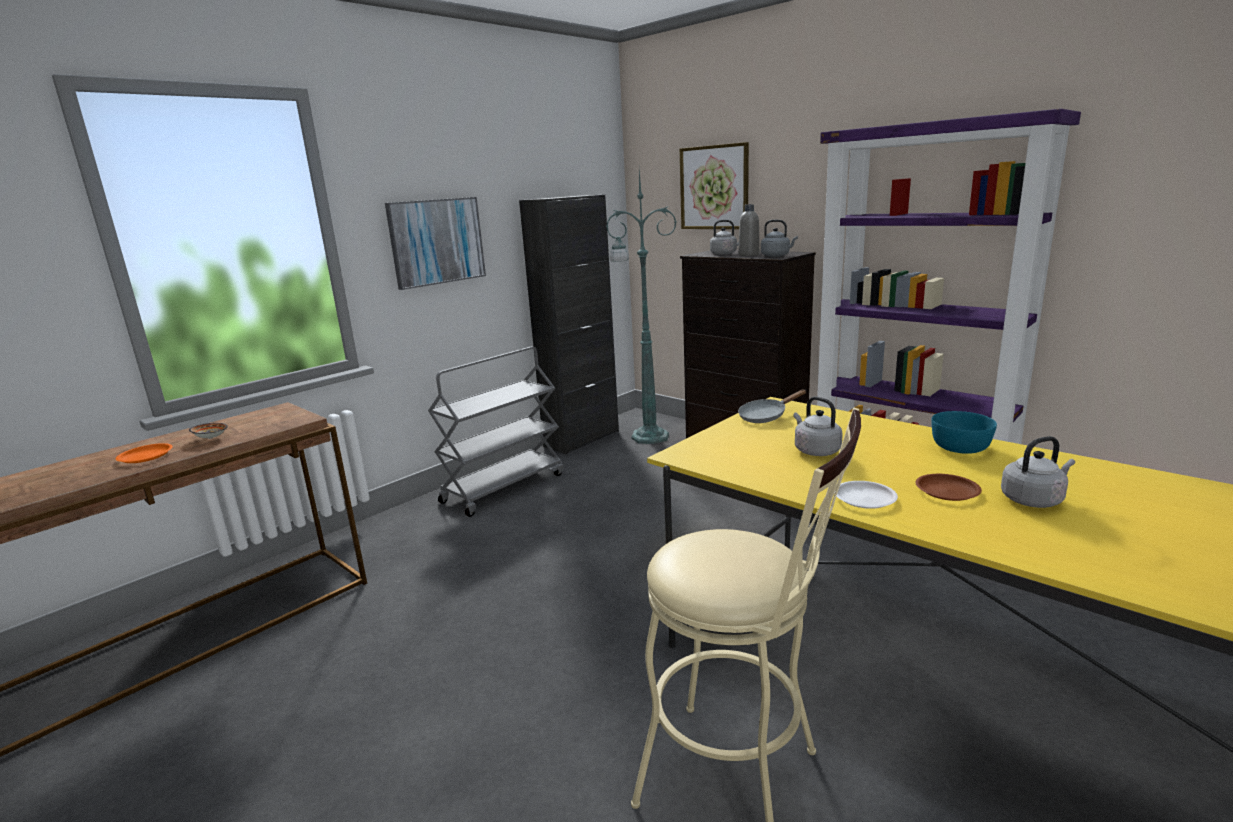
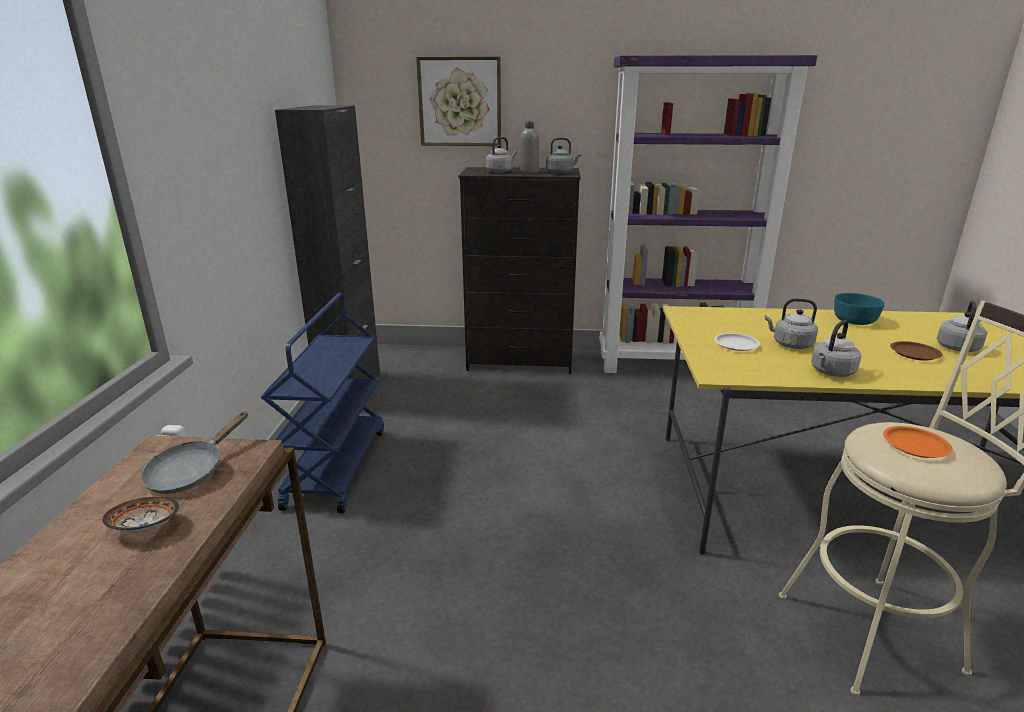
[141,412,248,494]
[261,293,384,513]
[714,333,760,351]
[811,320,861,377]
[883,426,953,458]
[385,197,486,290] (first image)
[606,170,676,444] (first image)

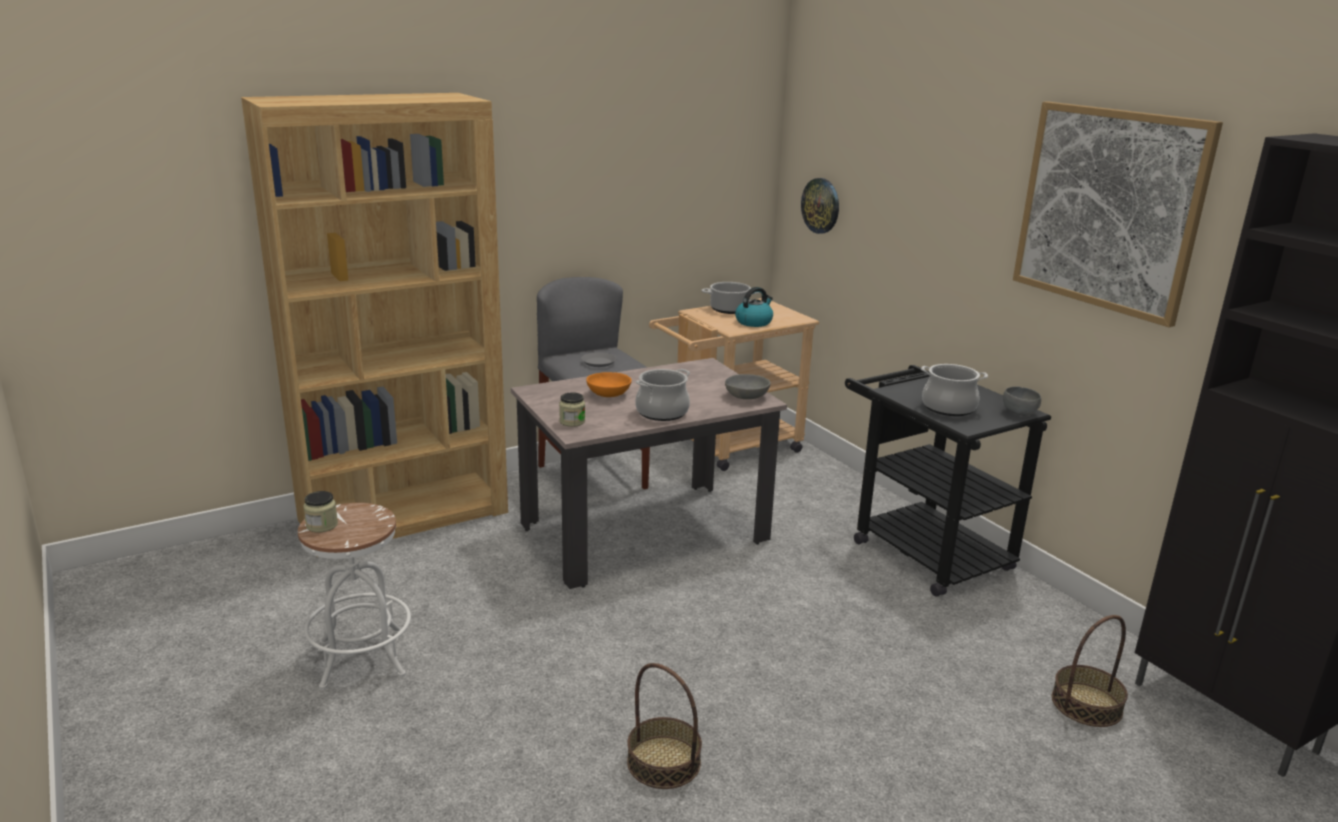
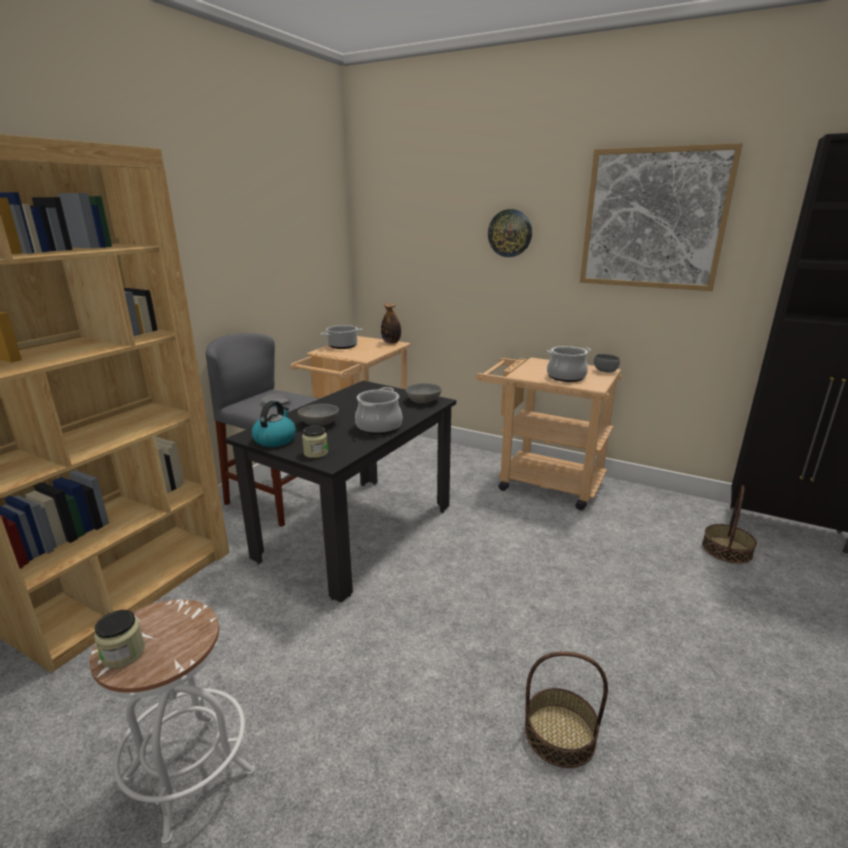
[225,381,456,603]
[251,401,296,447]
[298,404,339,426]
[381,303,401,344]
[475,357,622,510]
[488,209,532,257]

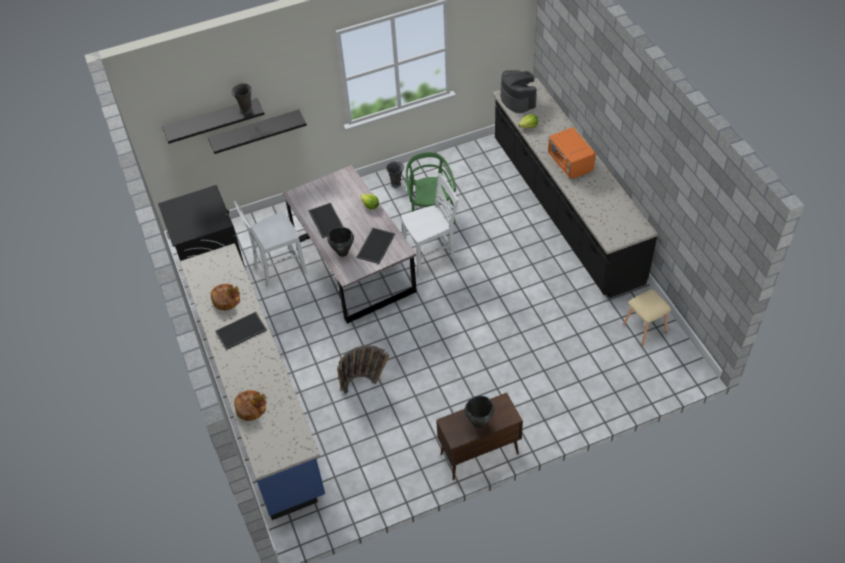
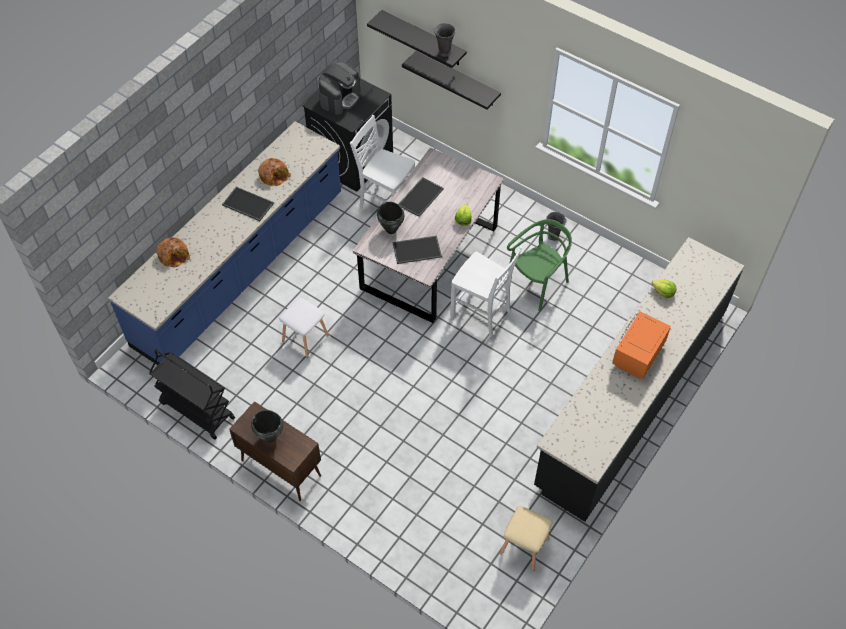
[149,350,235,440]
[279,298,329,358]
[319,61,360,115]

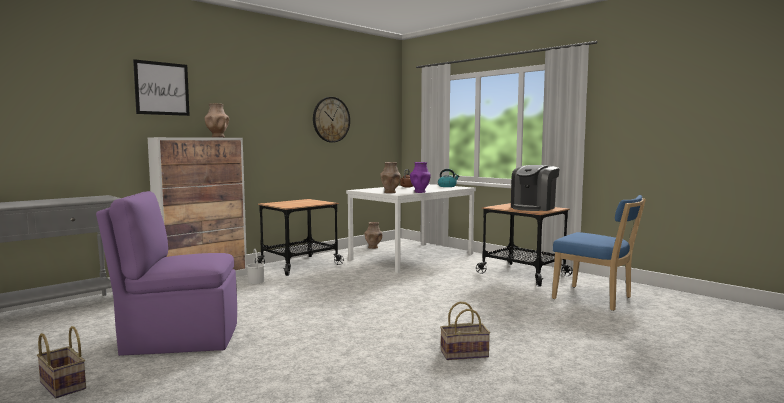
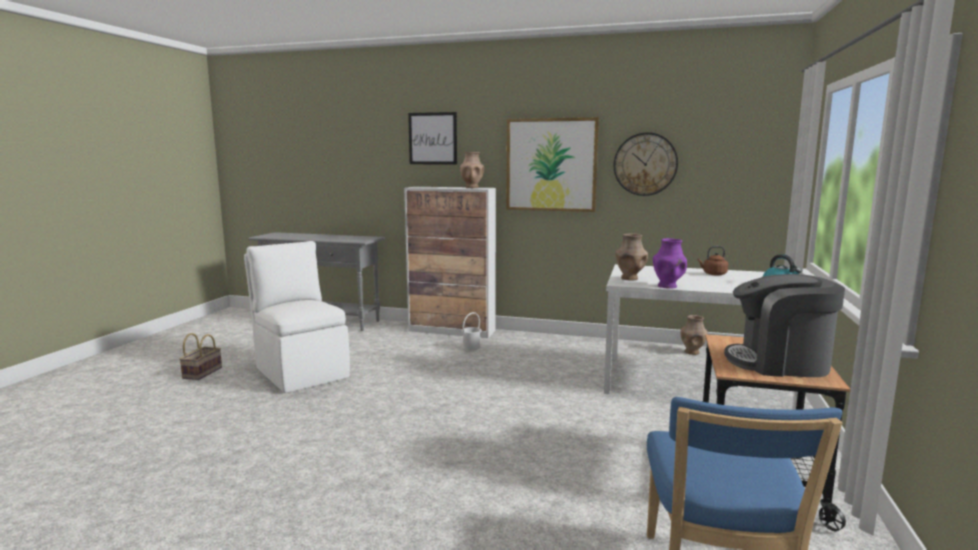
[244,241,350,393]
[506,117,599,212]
[255,199,344,276] (first image)
[440,302,490,360] (first image)

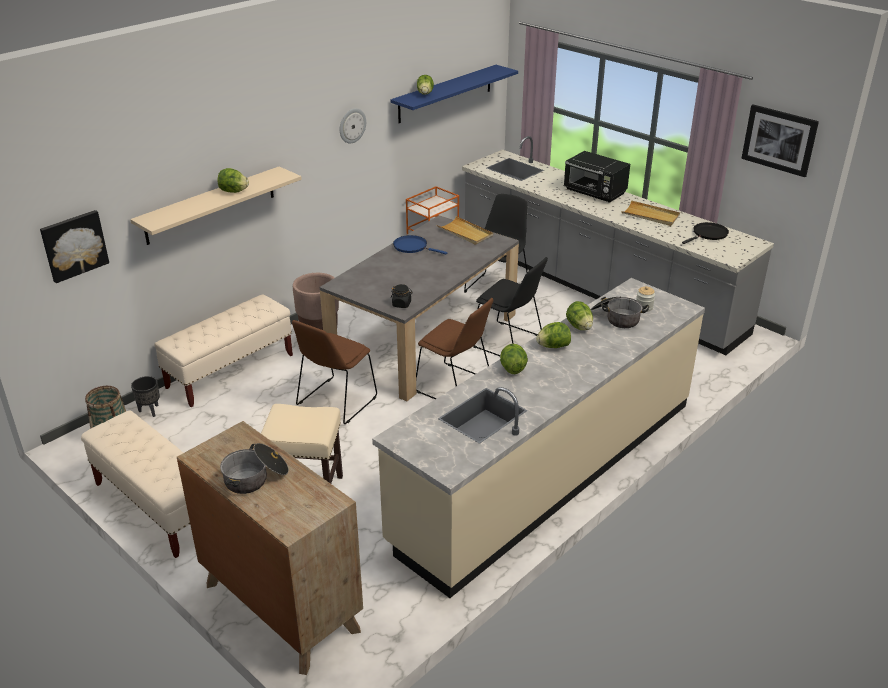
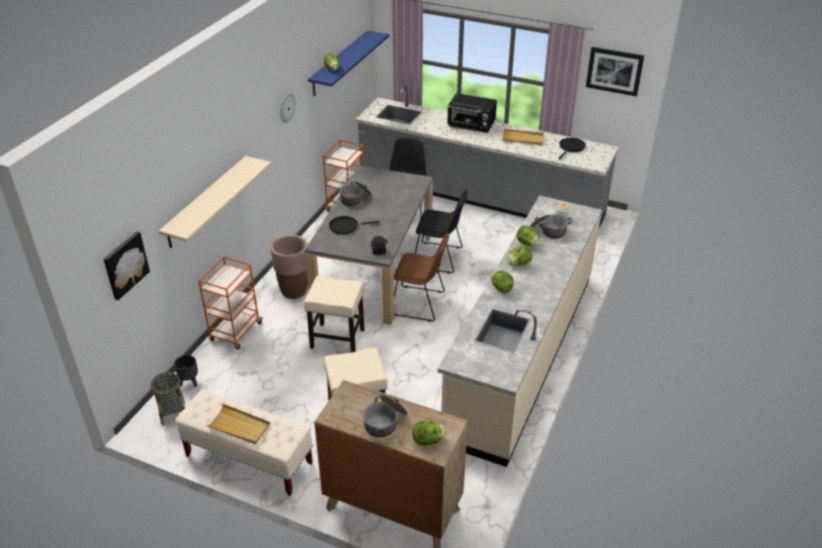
[198,256,263,349]
[205,404,270,444]
[304,276,365,353]
[329,216,379,234]
[339,181,372,206]
[412,420,446,446]

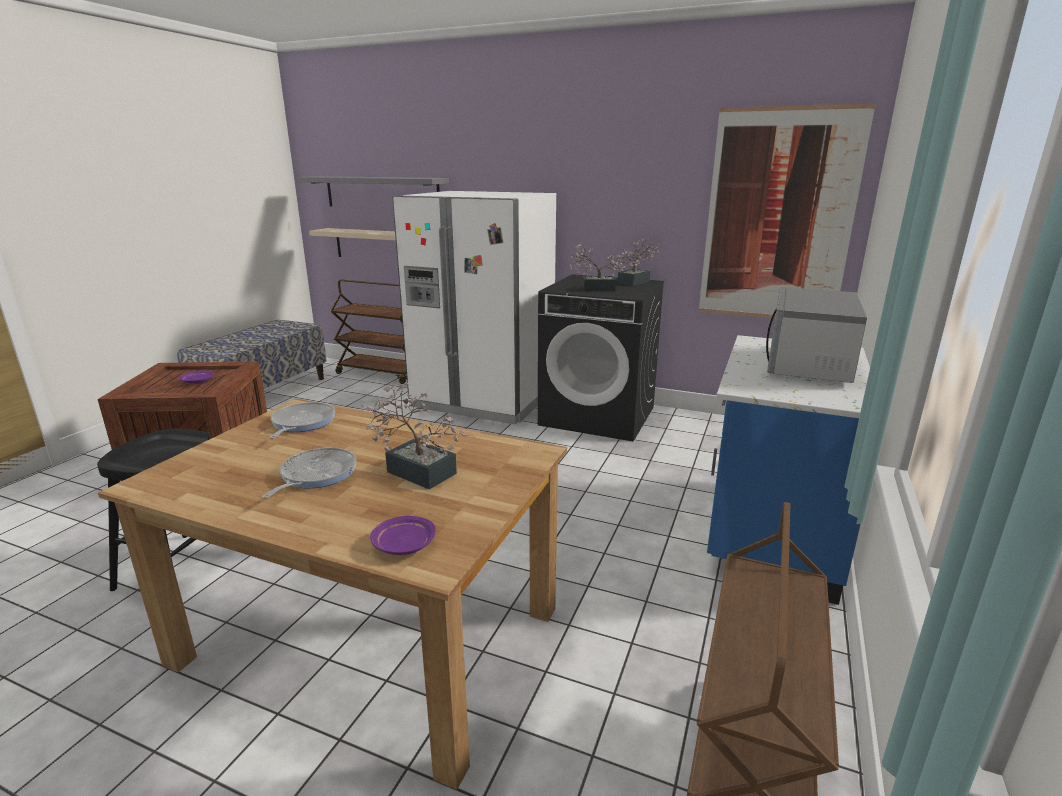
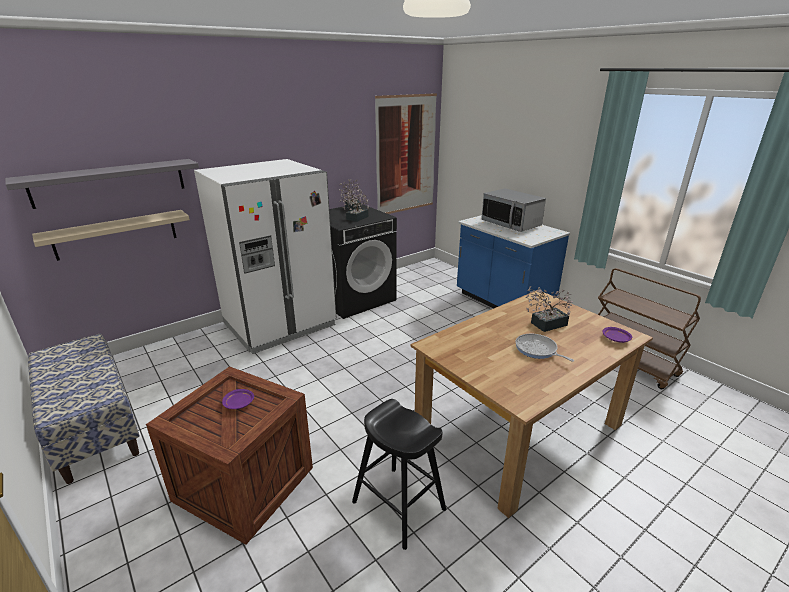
[270,402,335,439] (first image)
[331,280,407,384] (first image)

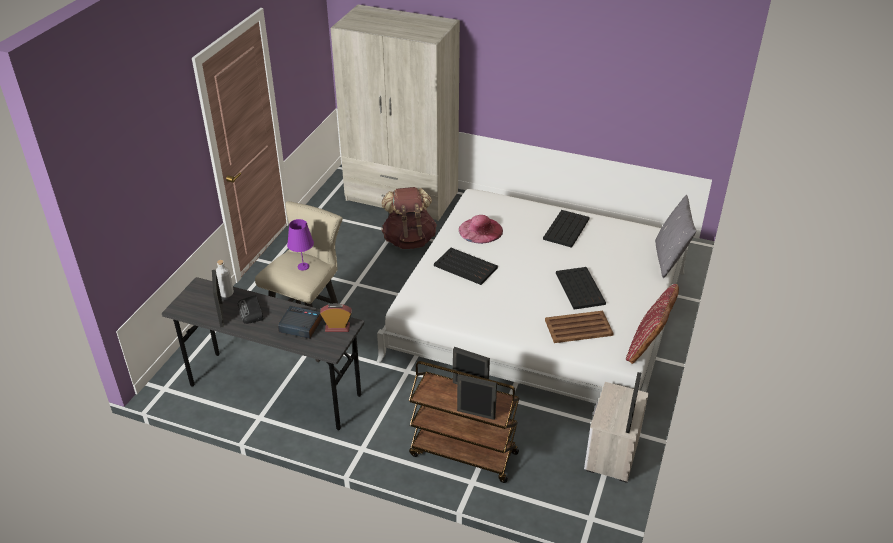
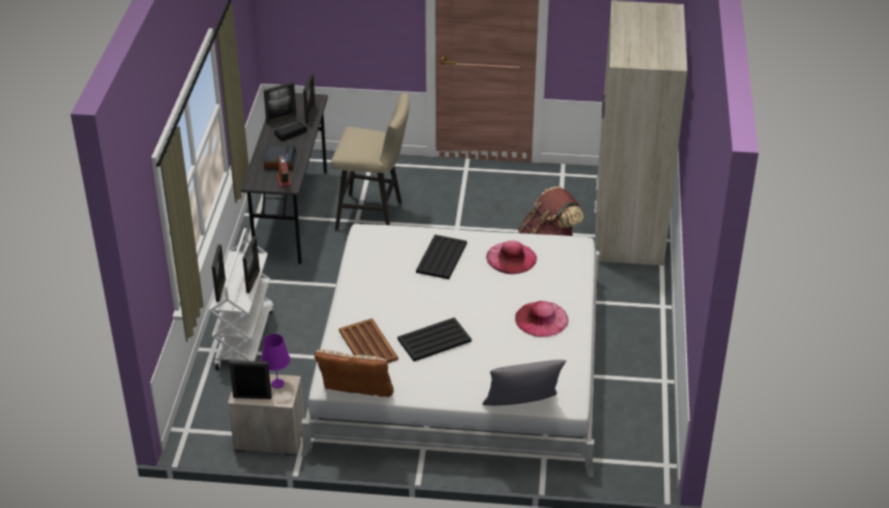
[209,228,273,370]
[261,334,290,389]
[303,74,315,124]
[314,349,394,397]
[515,301,568,337]

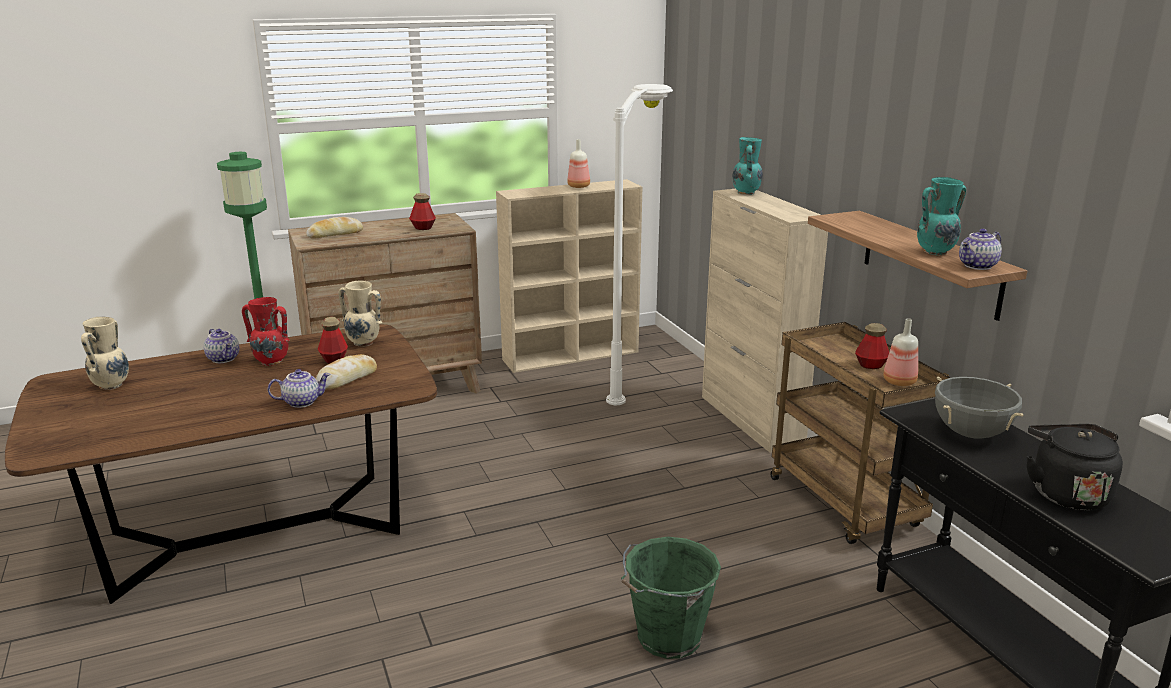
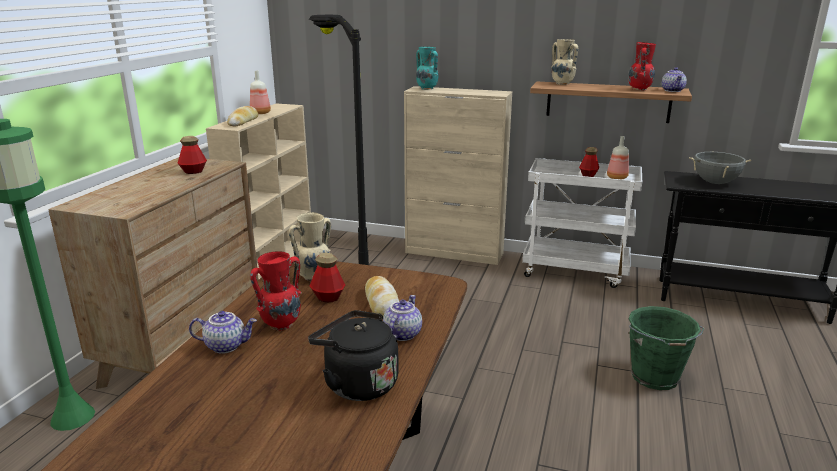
[227,106,258,126]
[308,310,399,401]
[309,15,369,265]
[522,158,642,288]
[551,39,578,85]
[628,42,656,91]

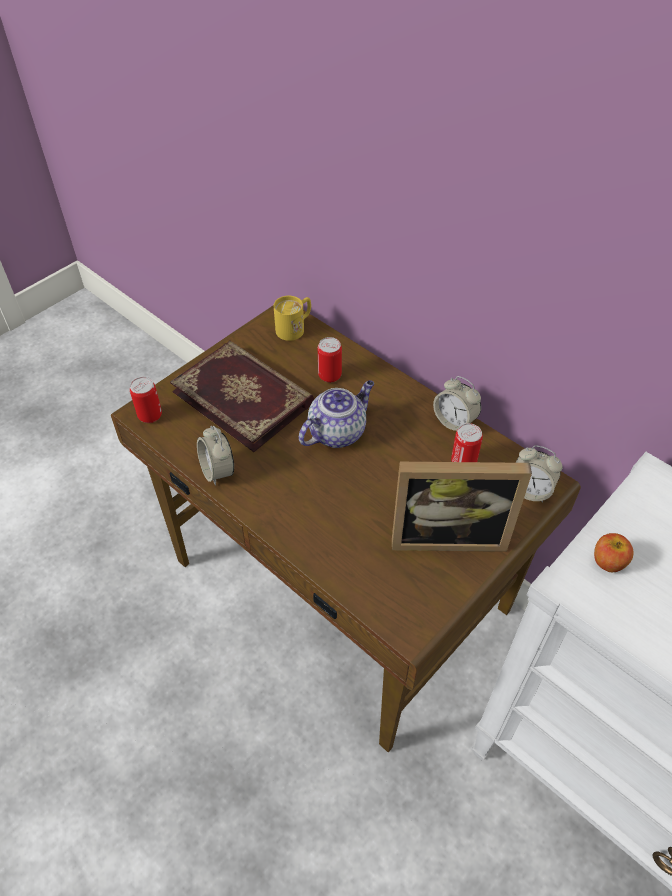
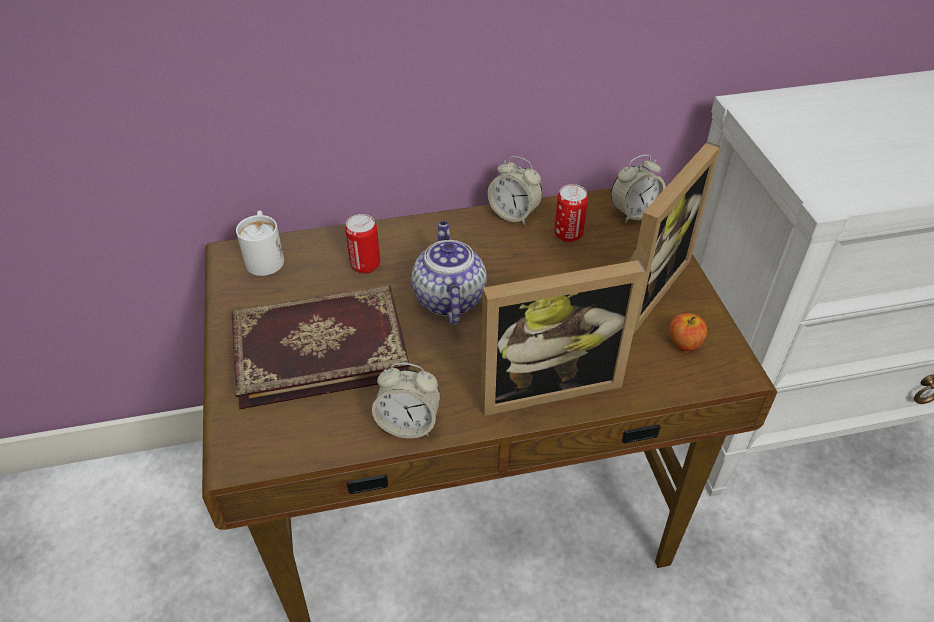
[236,211,284,276]
[481,260,647,416]
[488,156,542,225]
[670,313,707,351]
[130,377,162,423] (first image)

